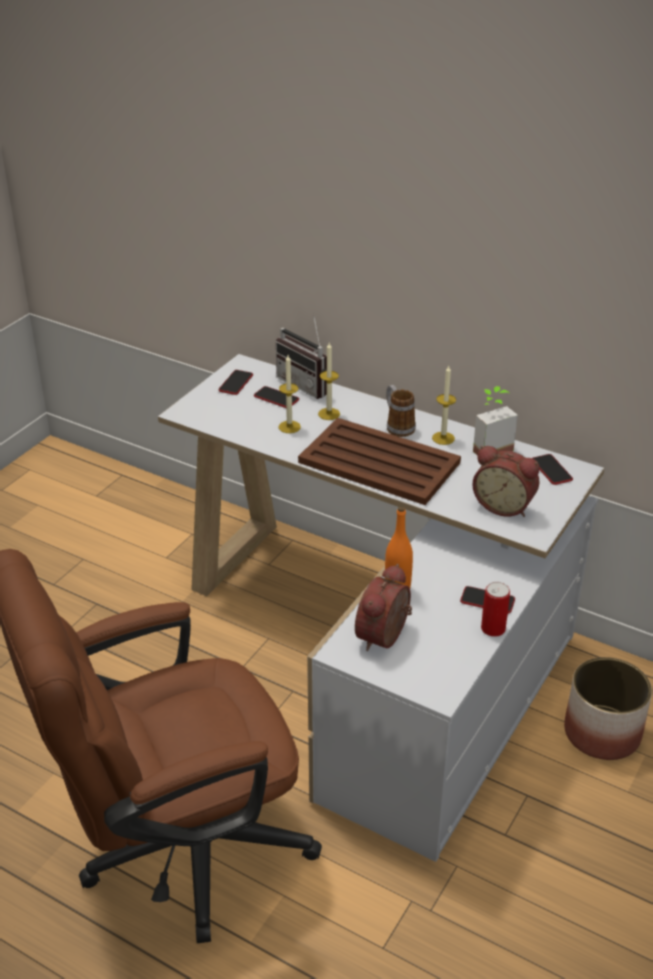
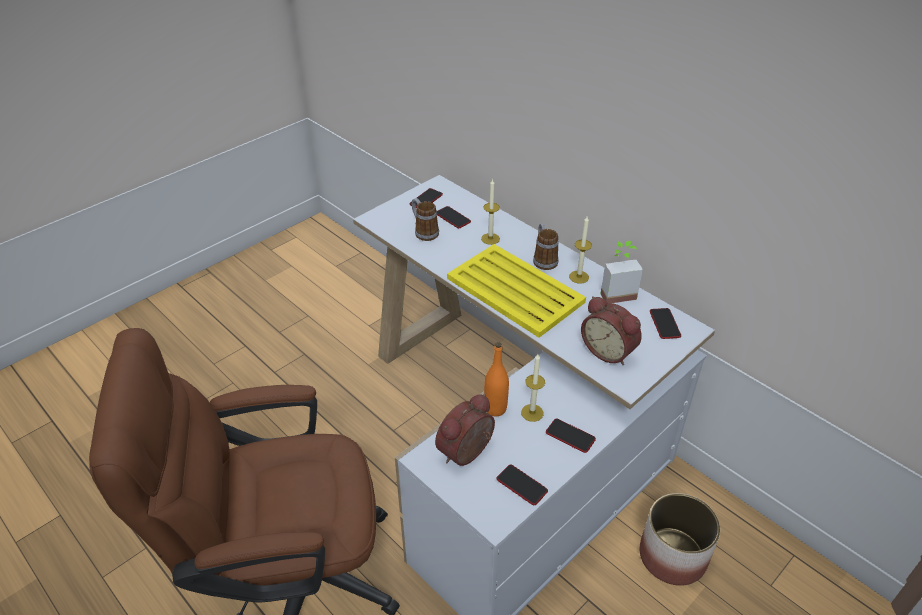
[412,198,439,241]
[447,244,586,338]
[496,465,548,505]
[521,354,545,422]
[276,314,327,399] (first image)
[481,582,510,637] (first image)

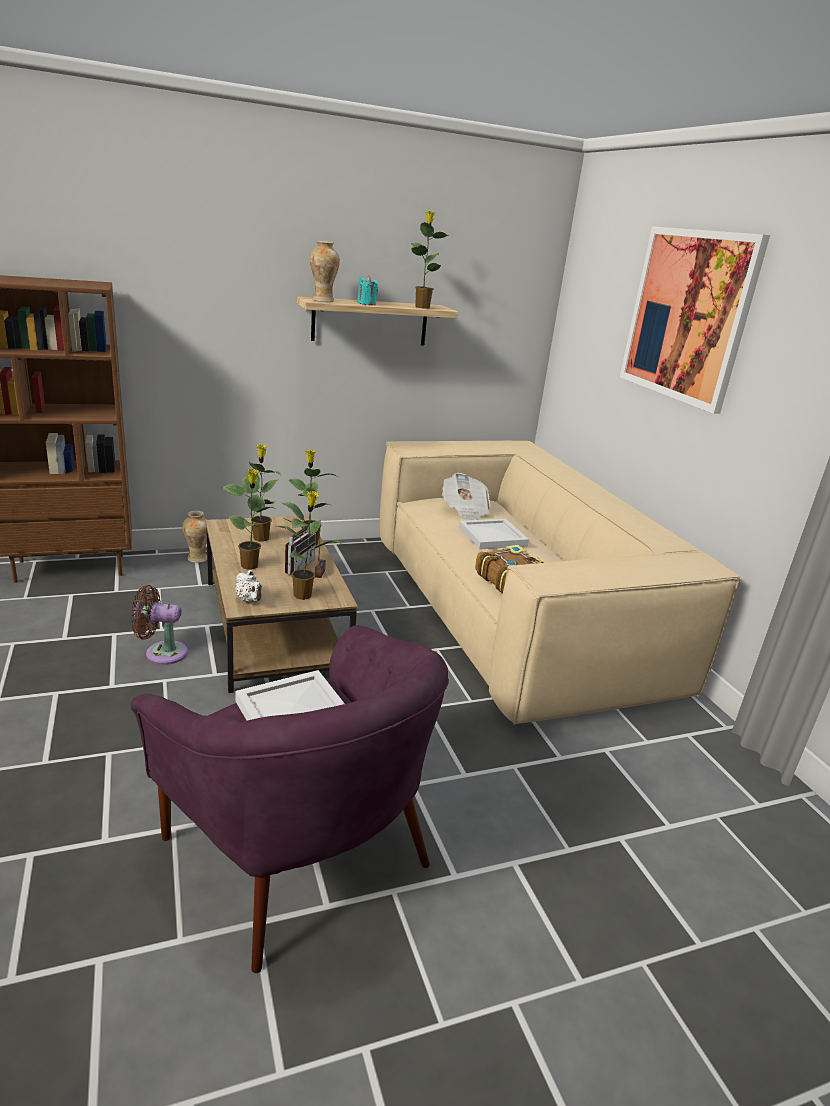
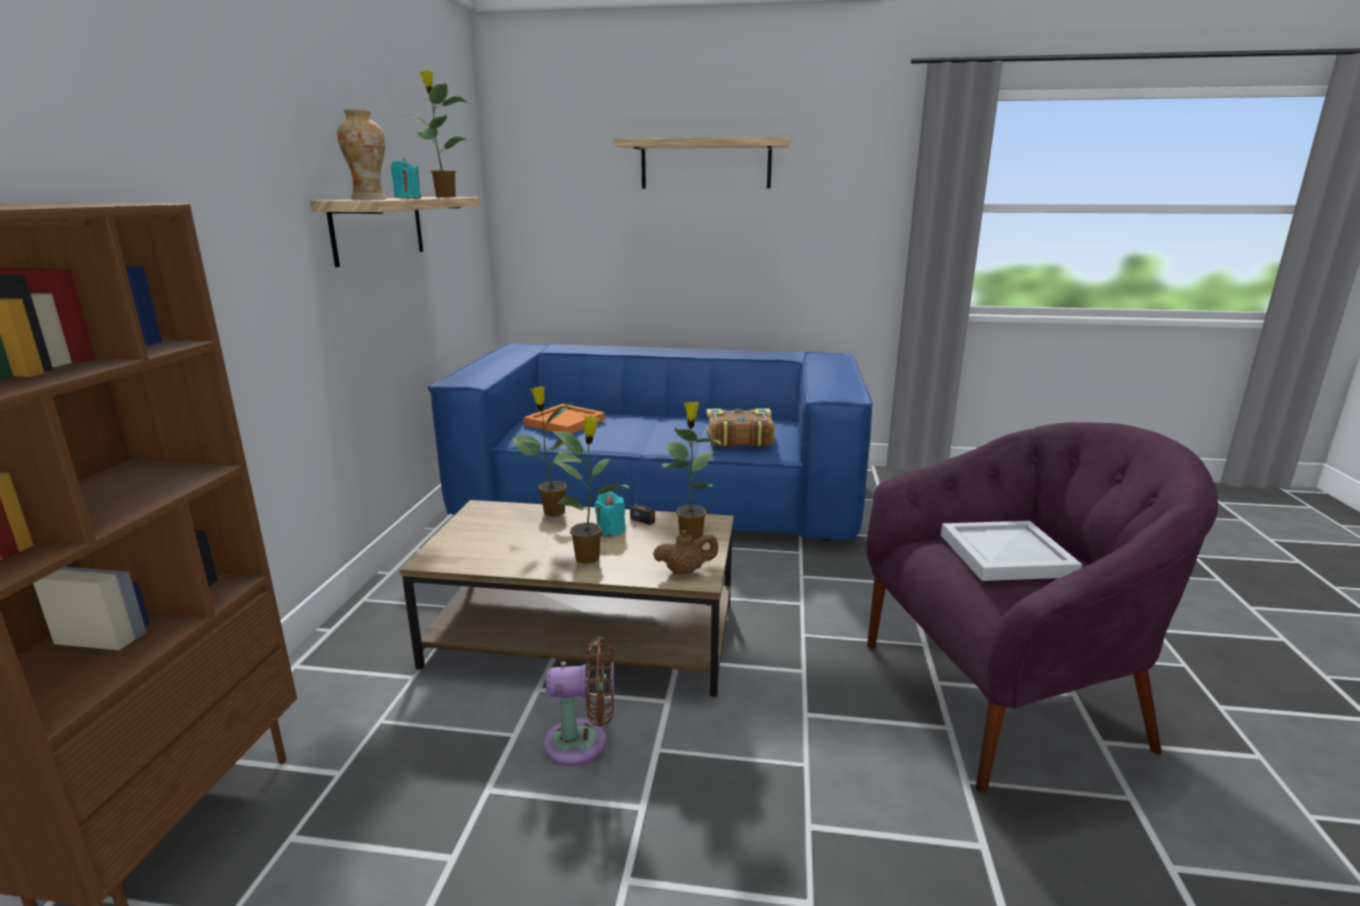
[427,343,873,541]
[524,404,605,434]
[543,636,614,766]
[594,491,626,537]
[614,137,790,188]
[653,530,718,575]
[182,511,207,563] (first image)
[241,445,281,542] (first image)
[459,519,529,550] (first image)

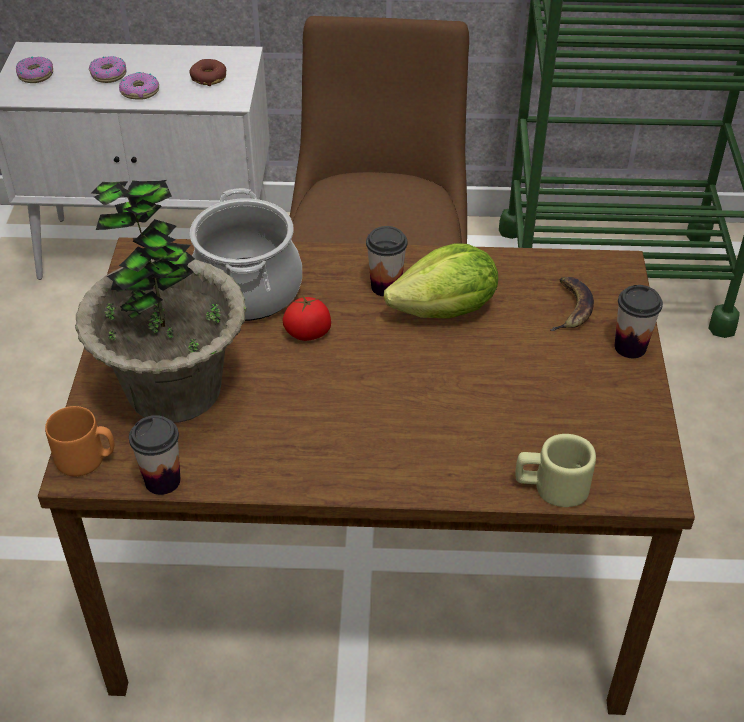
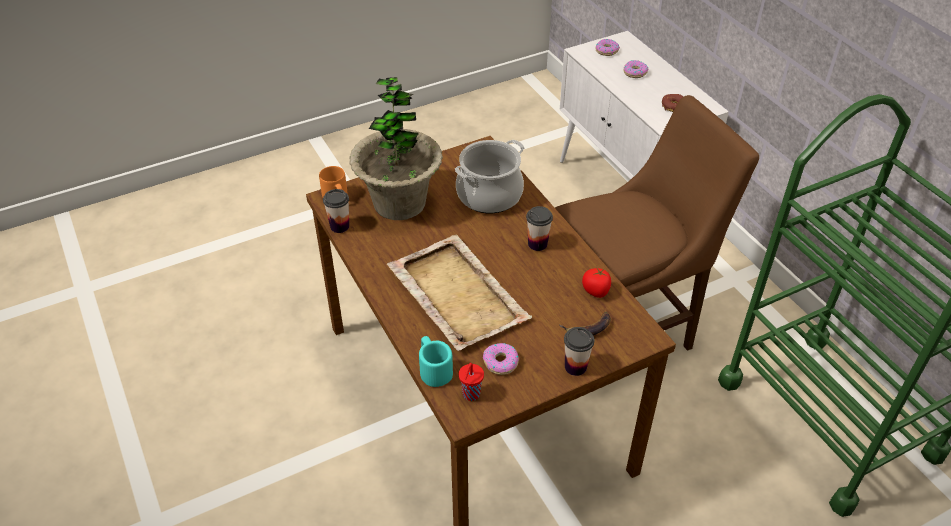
[387,235,532,351]
[419,336,453,387]
[459,363,484,401]
[483,343,519,375]
[582,268,611,298]
[384,243,498,319] (first image)

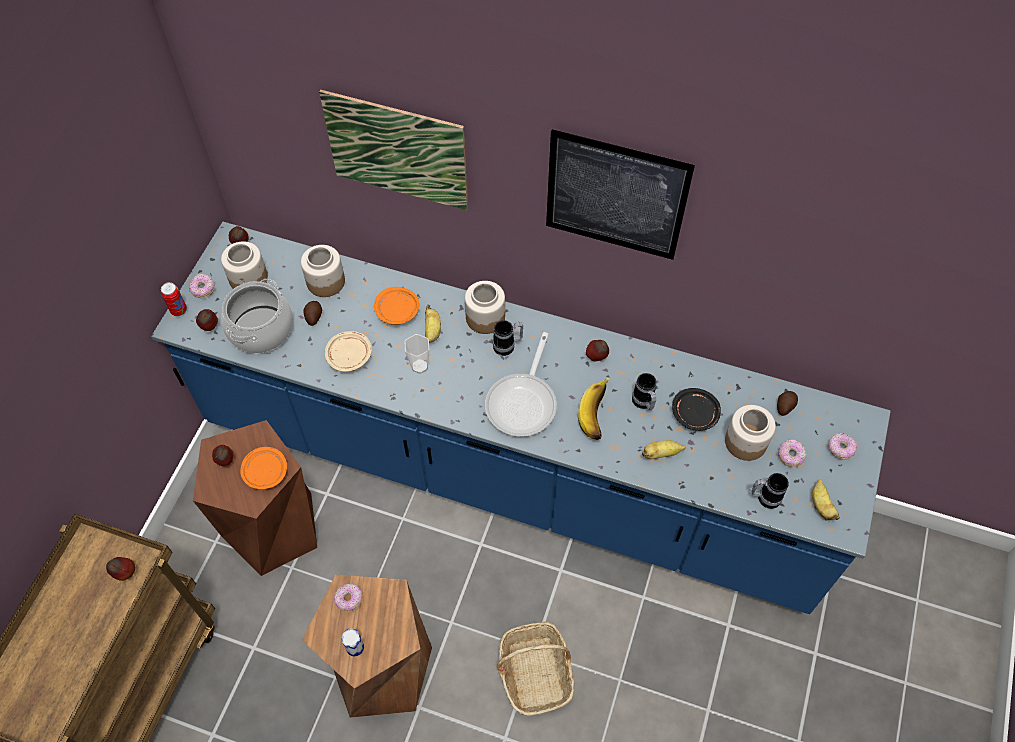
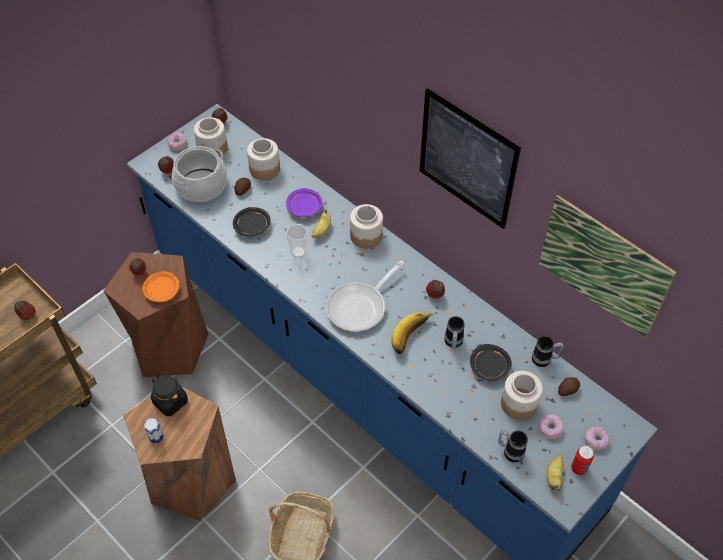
[151,375,188,416]
[233,207,271,236]
[286,188,323,217]
[532,336,564,367]
[539,195,676,338]
[571,445,594,475]
[642,440,686,459] (first image)

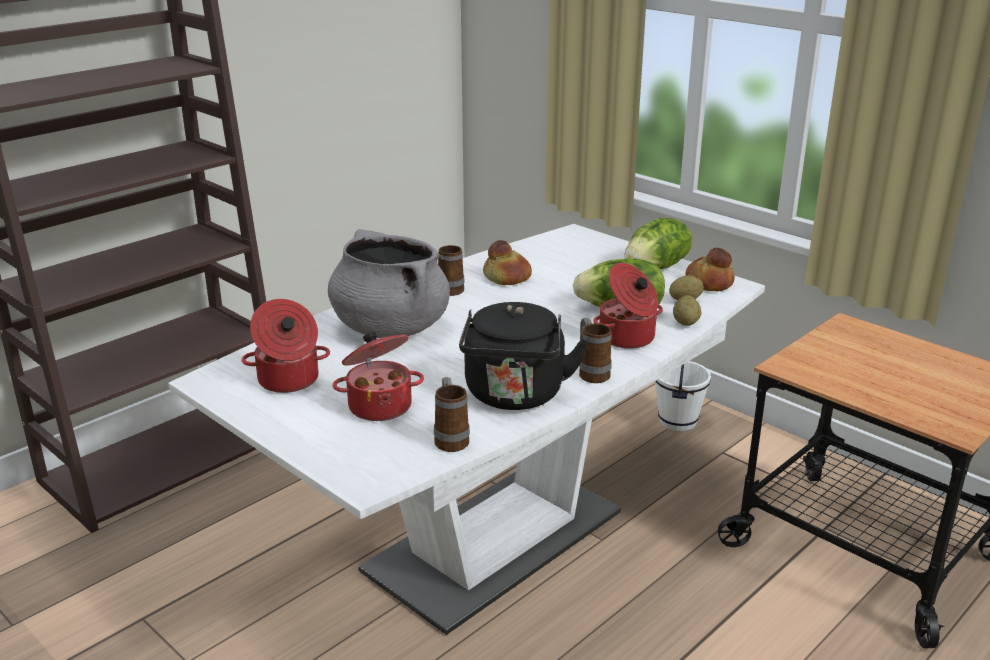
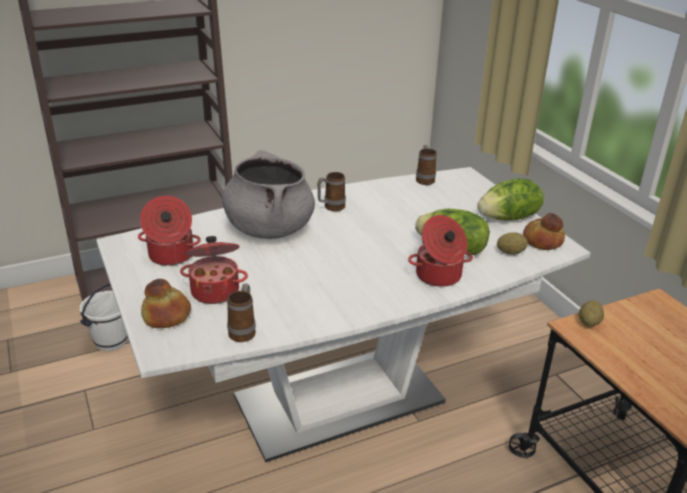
[80,284,128,351]
[141,279,191,328]
[416,145,437,185]
[579,300,604,327]
[459,302,588,410] (first image)

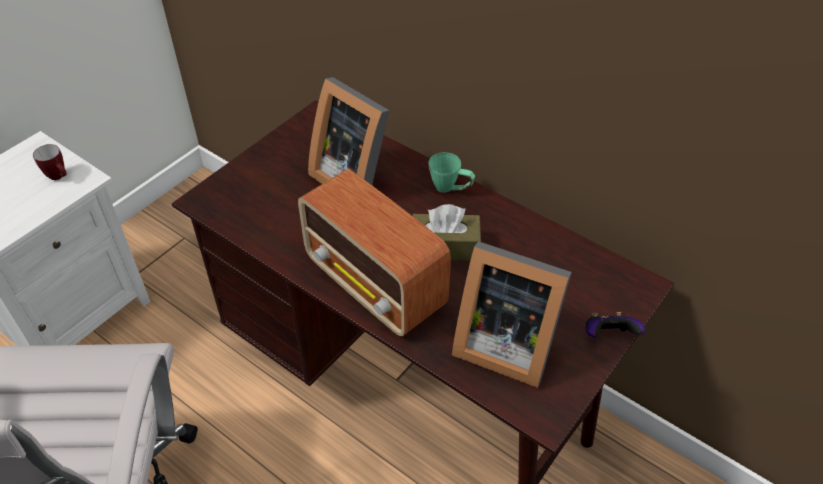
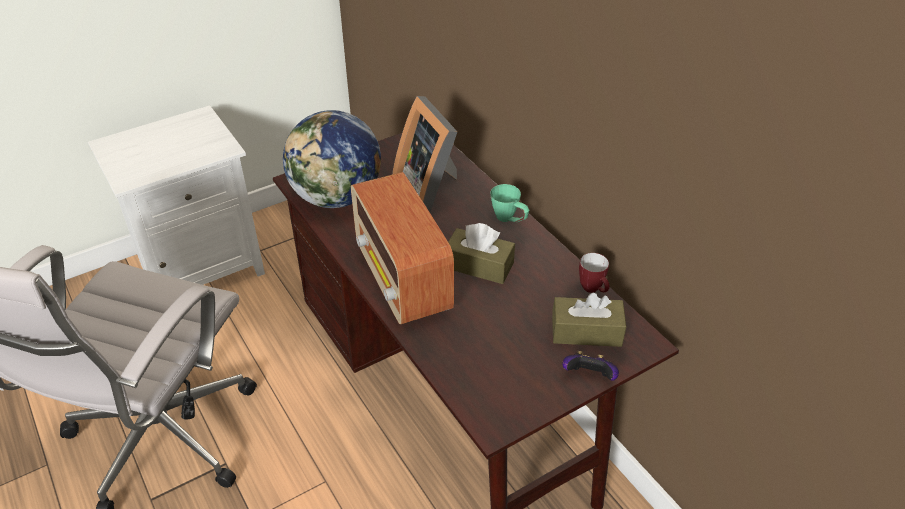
[283,110,381,208]
[552,293,626,347]
[579,253,609,293]
[452,241,572,388] (first image)

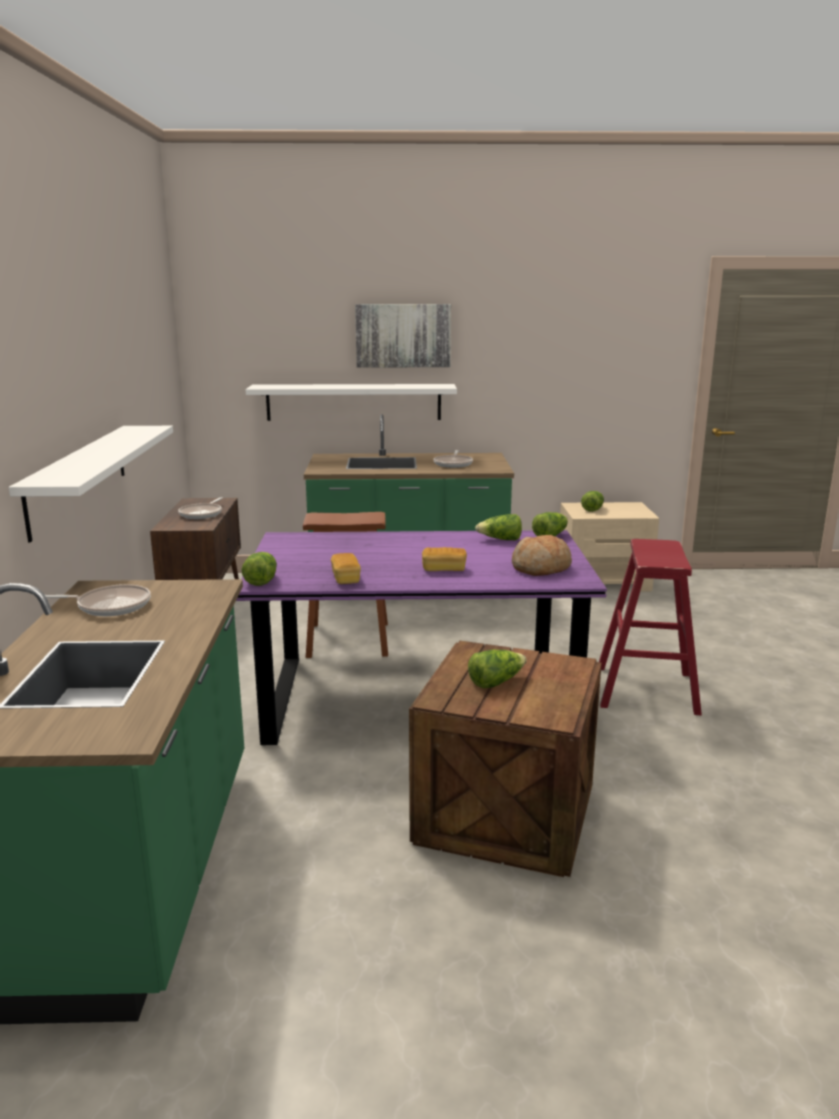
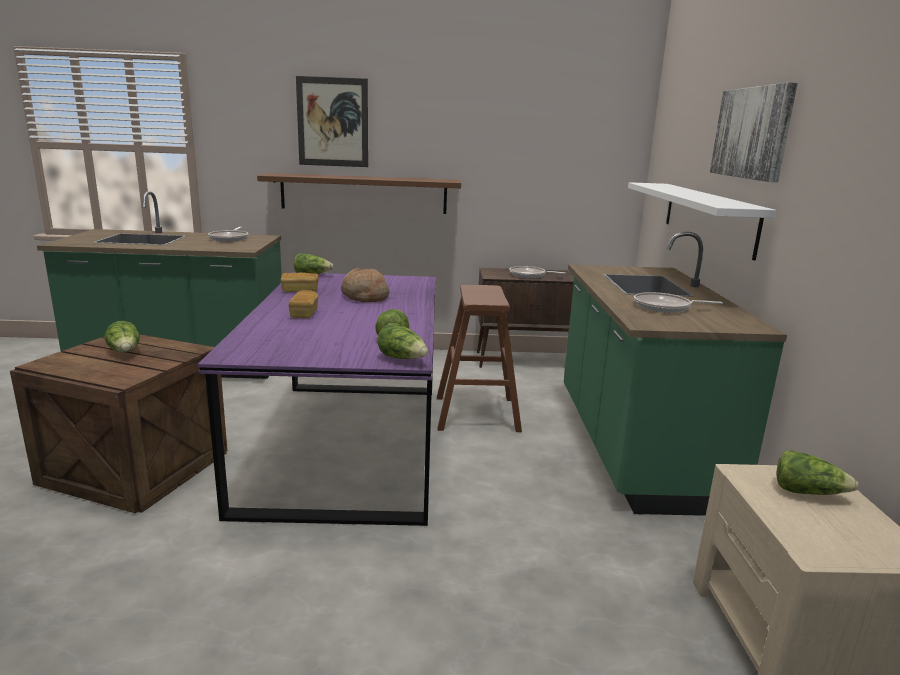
[257,173,461,214]
[296,76,368,167]
[341,268,389,302]
[599,539,702,715] (first image)

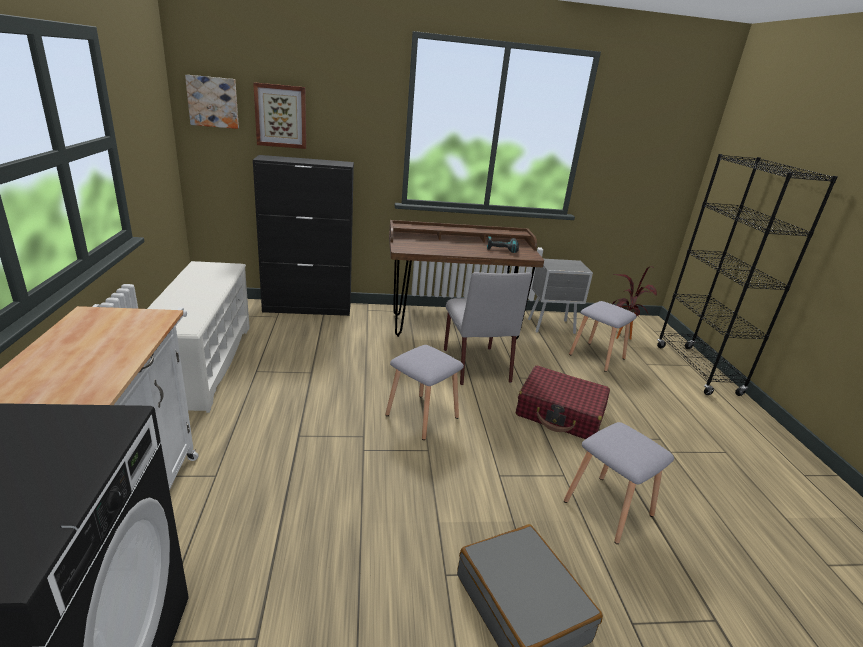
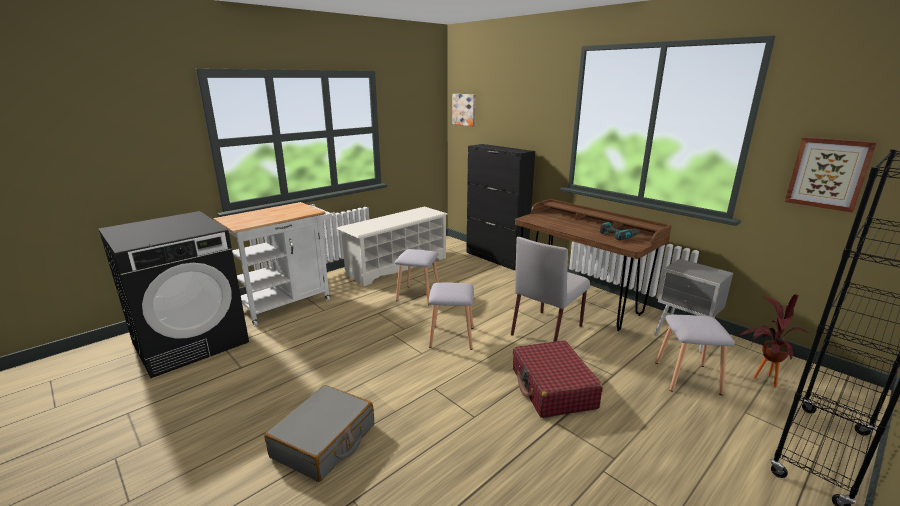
[395,249,439,305]
[785,137,877,213]

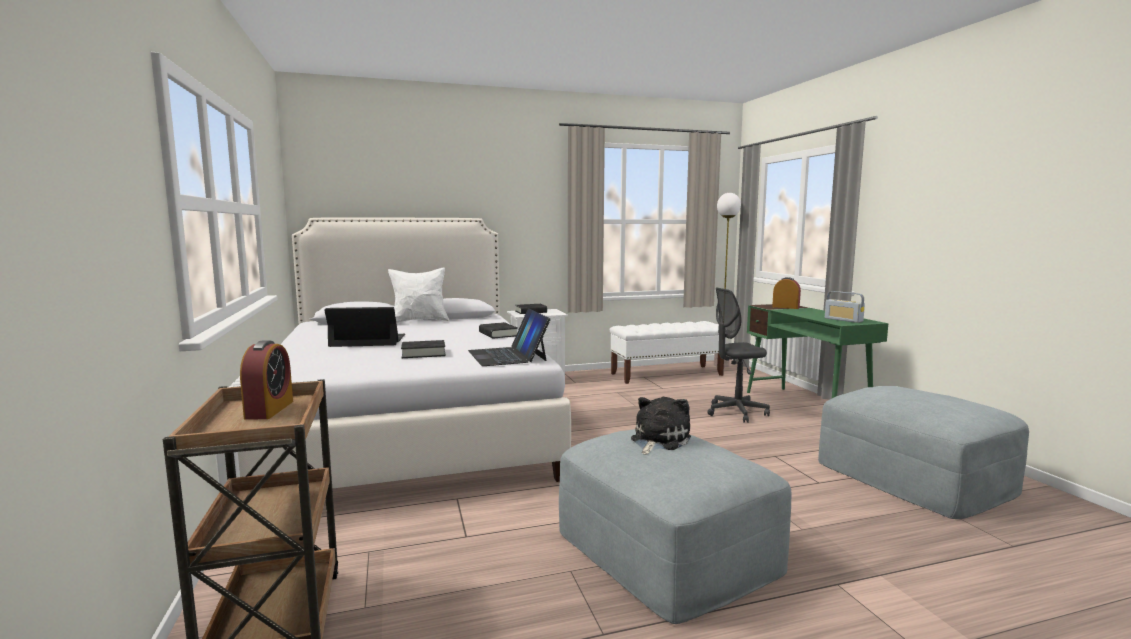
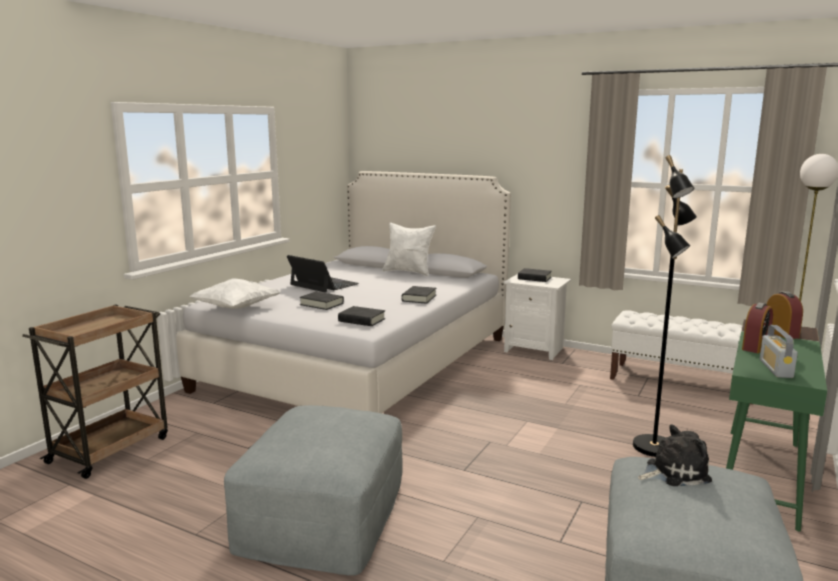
[189,278,280,309]
[338,306,385,326]
[633,155,697,457]
[638,424,712,486]
[742,302,773,353]

